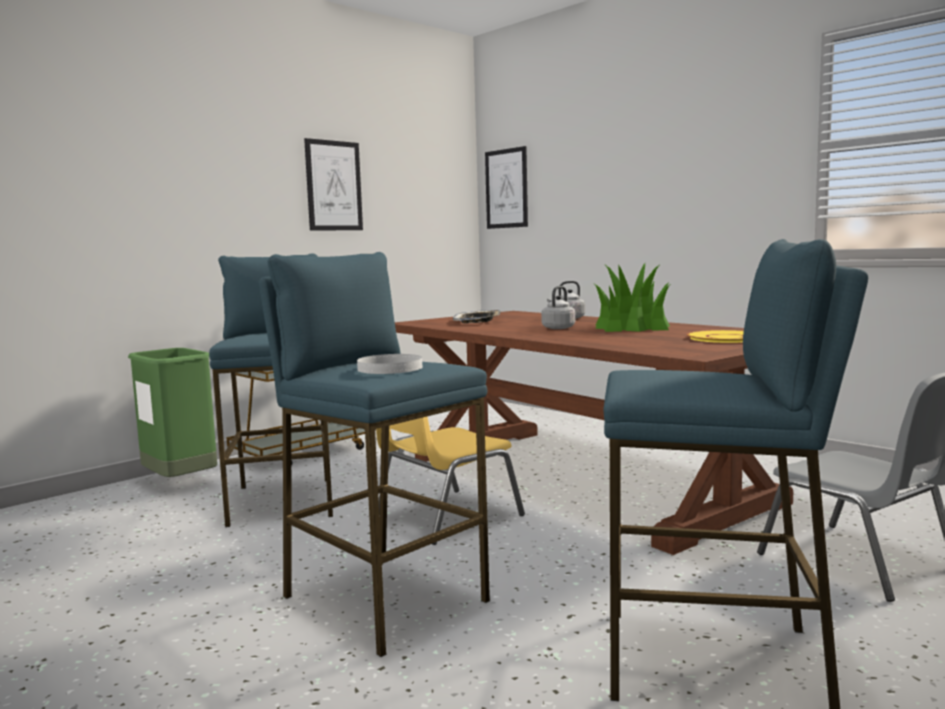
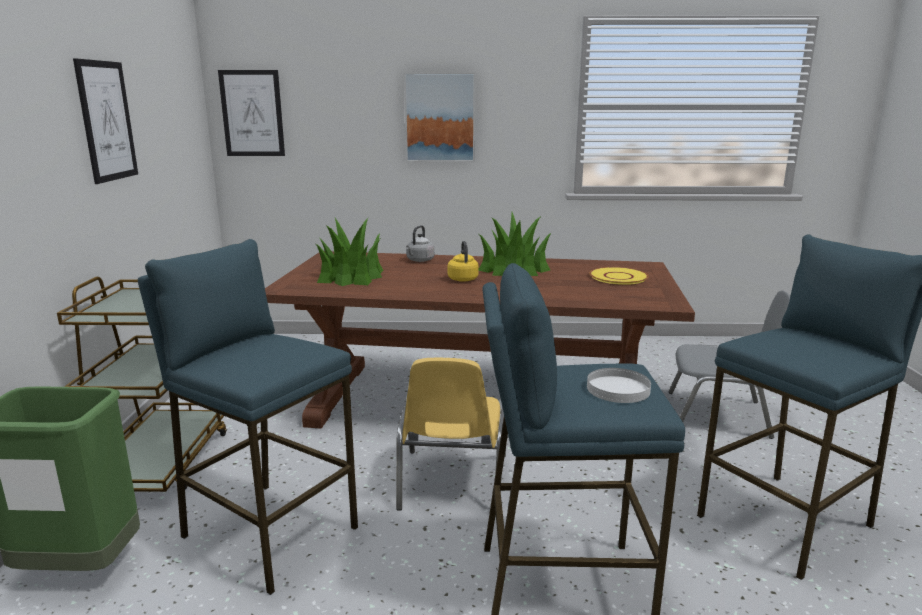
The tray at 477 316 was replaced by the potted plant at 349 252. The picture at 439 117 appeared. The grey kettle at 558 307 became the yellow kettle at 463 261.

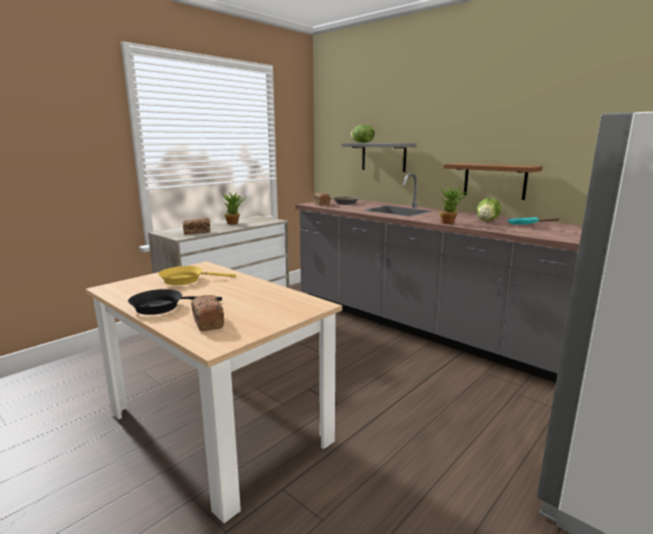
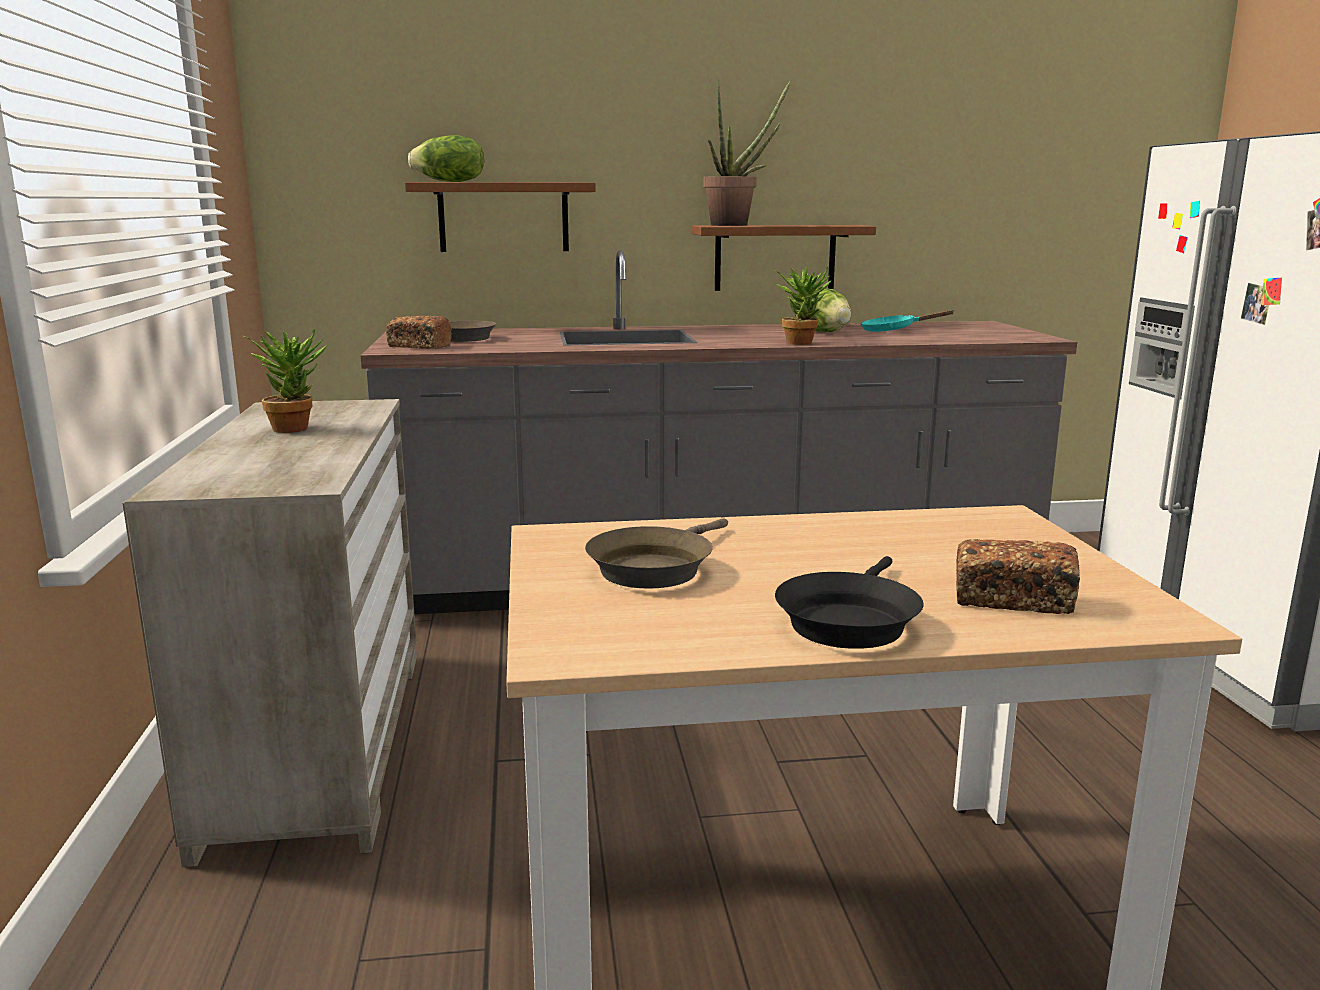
The grey shelf at 379 157 became the brown shelf at 500 217. The yellow frying pan at 197 275 became the brown frying pan at 656 553. The potted plant at 746 153 appeared. The bread at 196 226 disappeared.

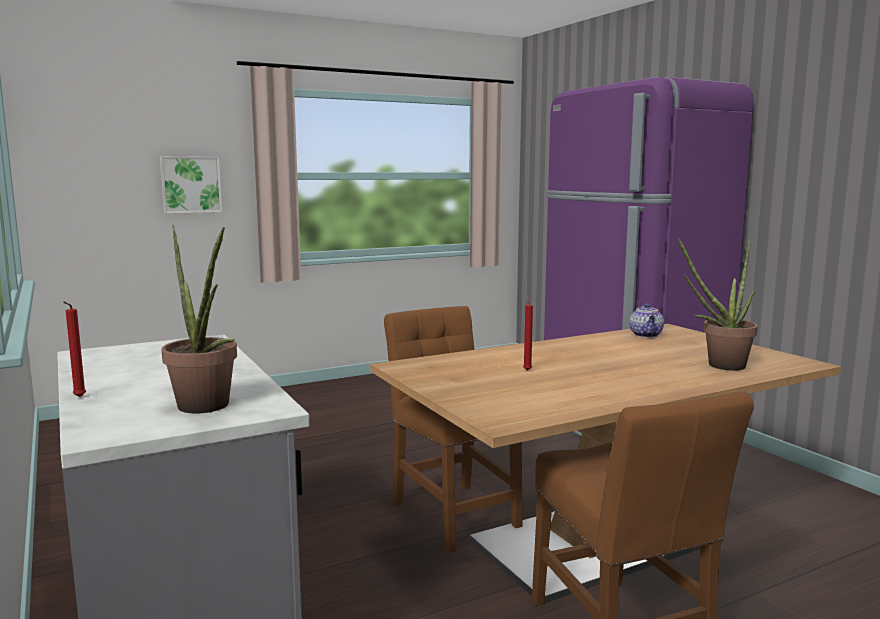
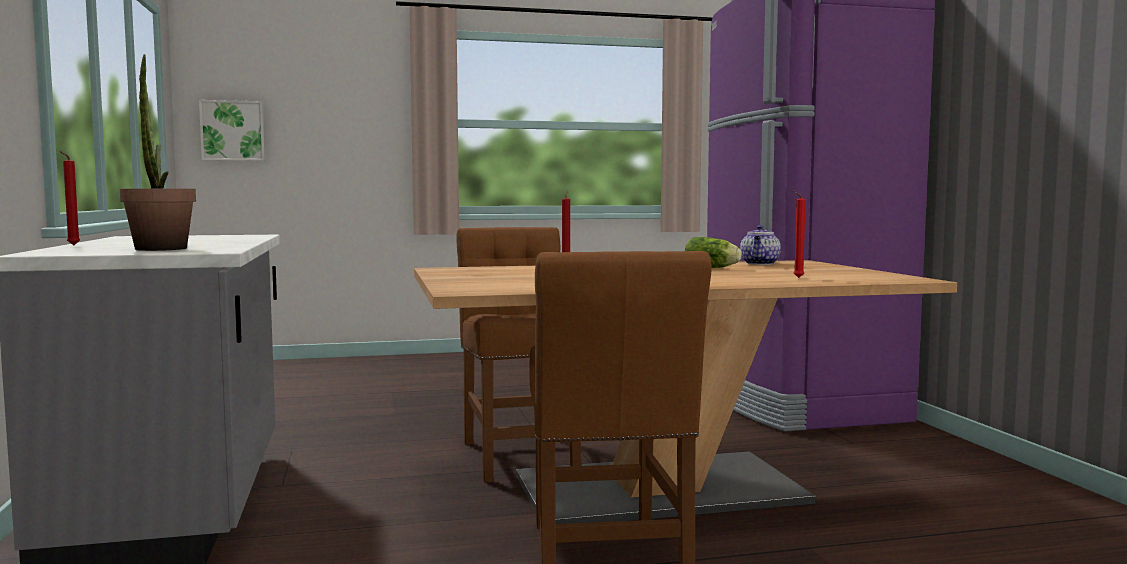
The picture moved from 191 185 to 232 130. The lettuce at 713 252 appeared. The potted plant at 718 304 was replaced by the red candle at 799 234.

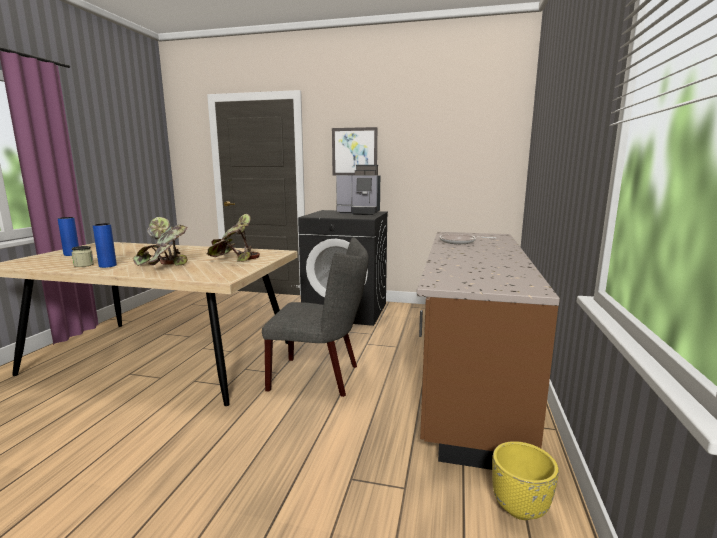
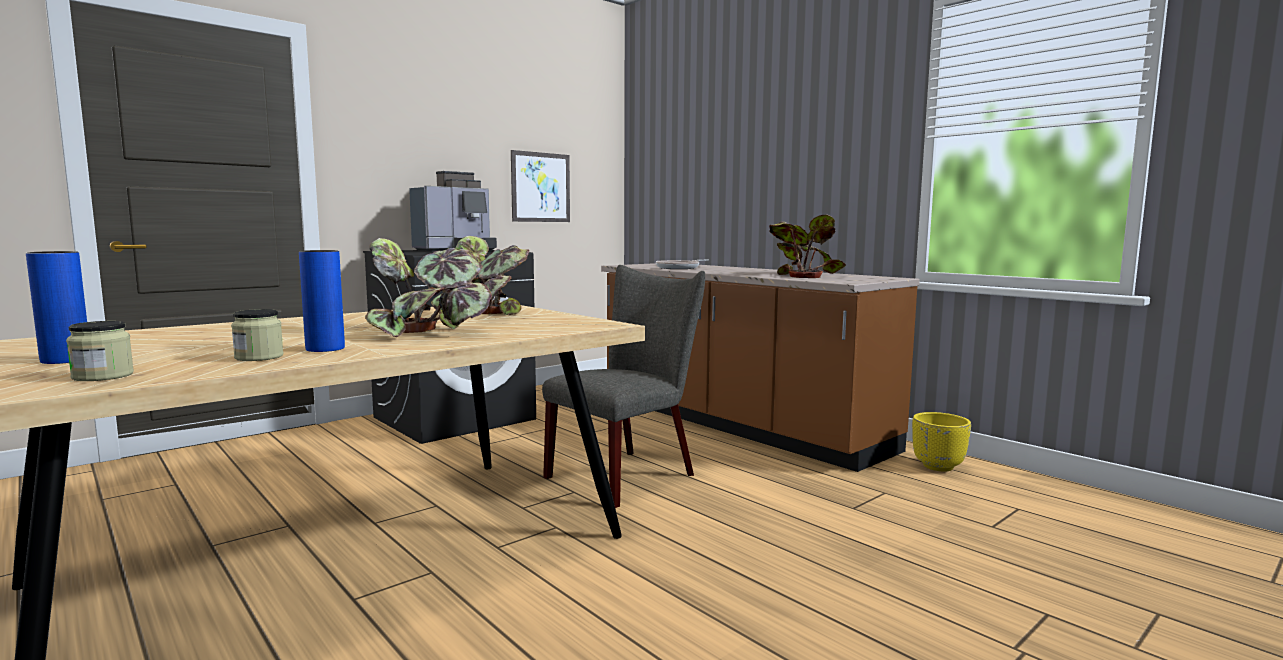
The jar at 100 351 appeared. The picture moved from 354 151 to 540 186. The potted plant at 807 246 appeared.

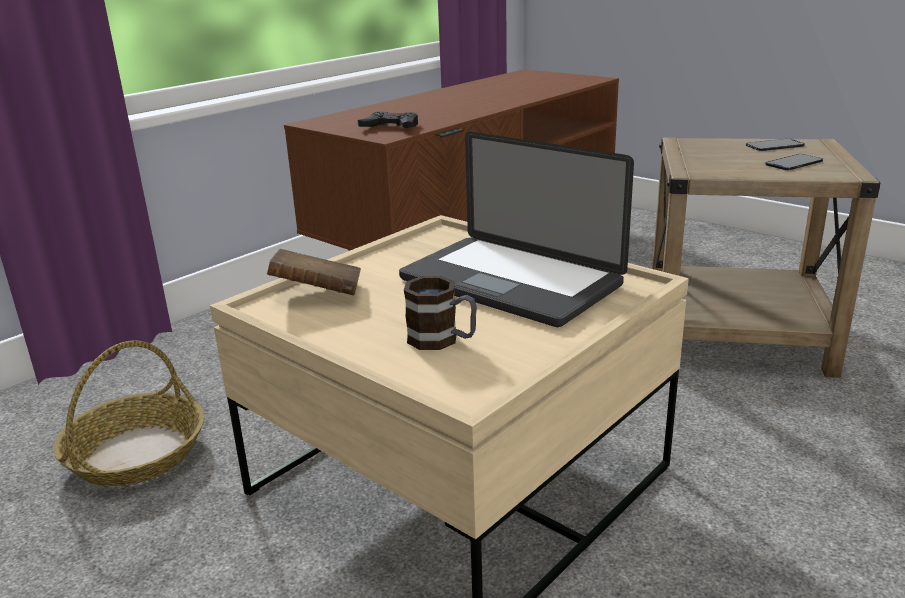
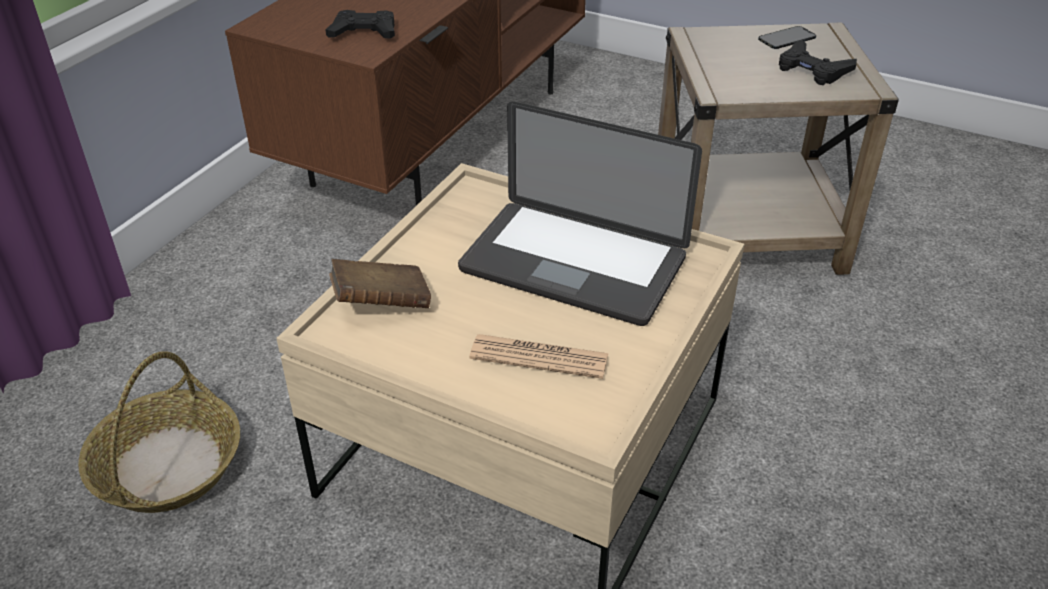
The mug at 440 313 was replaced by the newspaper at 539 356. The phone at 794 162 was replaced by the black game controller at 818 62.

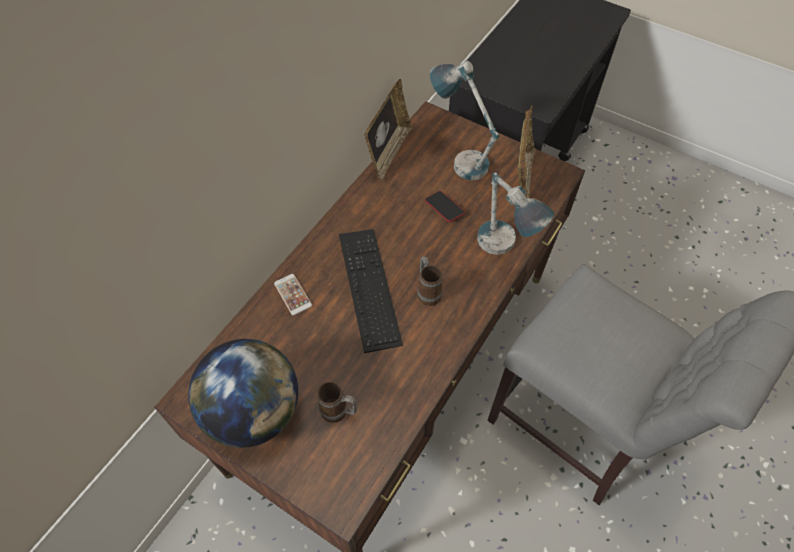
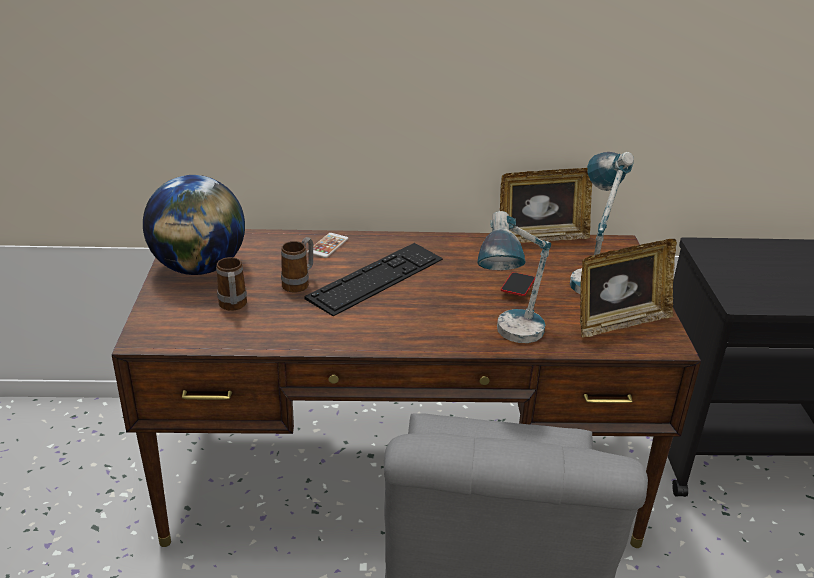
The mug moved from 430 281 to 297 265.

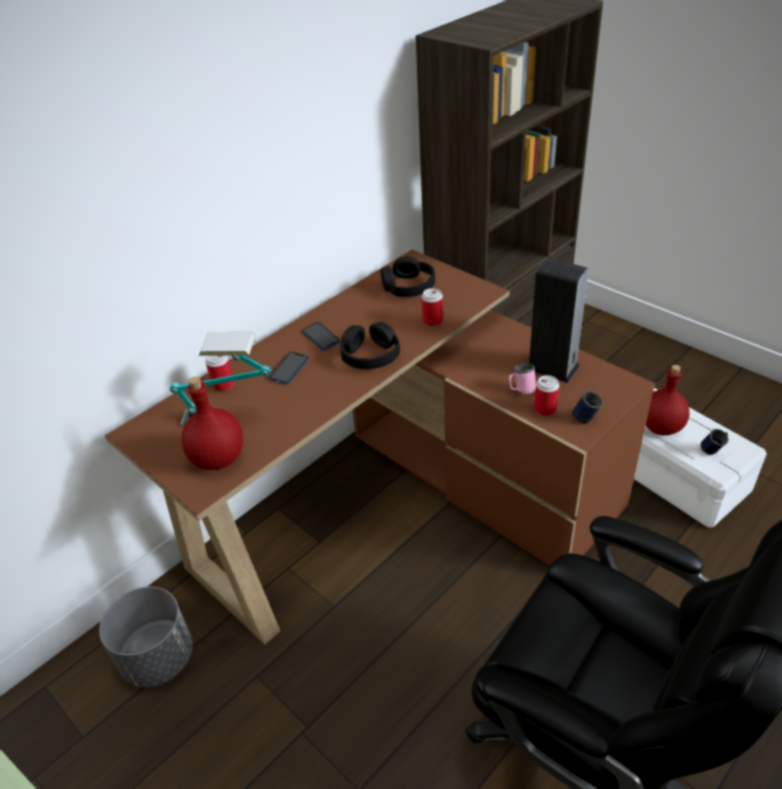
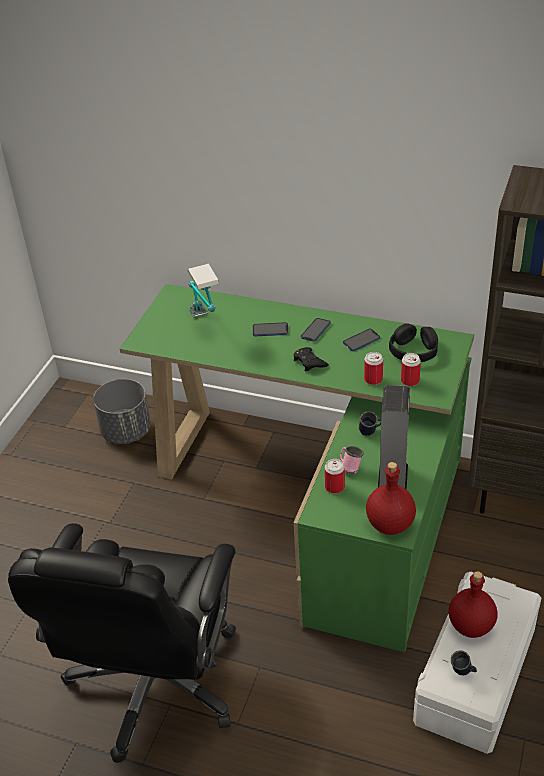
The brown desk at 380 447 became the green desk at 297 468. The black headphones at 370 345 was replaced by the black game controller at 311 359. The phone at 361 340 appeared. The blue mug moved from 587 407 to 370 423. The red bottle moved from 212 423 to 391 498. The can moved from 220 373 to 411 369.

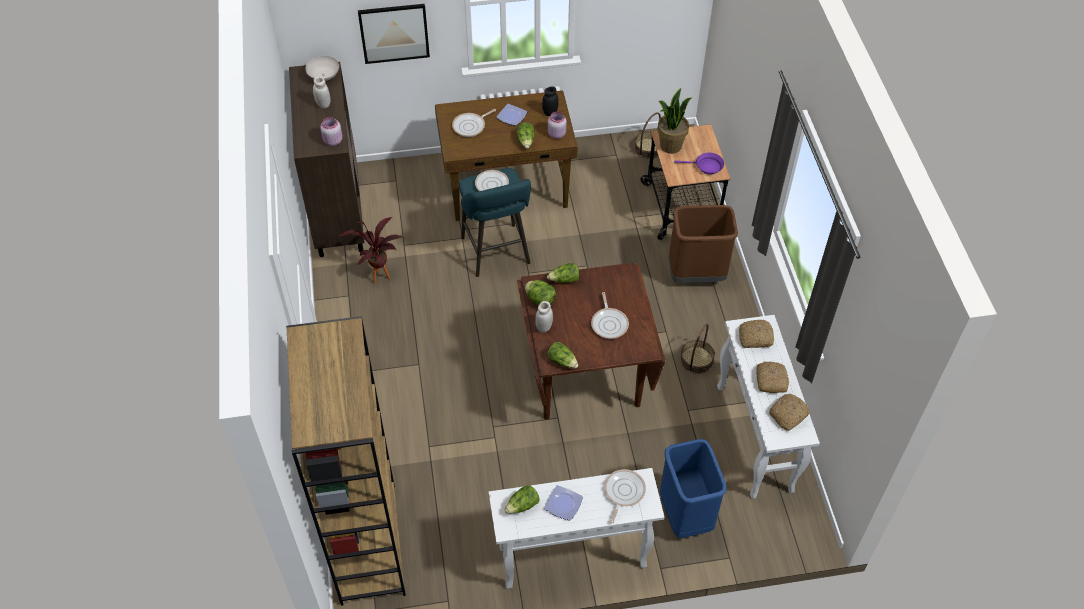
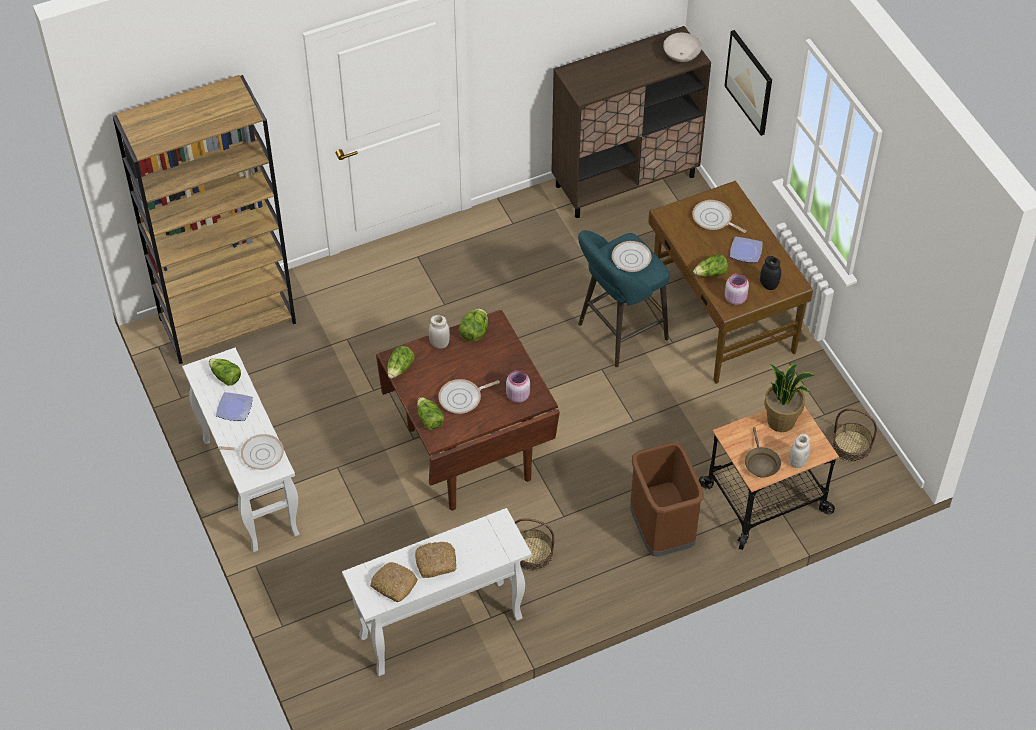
The lettuce moved from 563 273 to 430 413. The pink jar moved from 331 131 to 518 386. The purple frying pan at 699 163 became the brown frying pan at 763 452. The white jar moved from 322 93 to 800 451. The potted plant at 370 250 disappeared. The blue trash can at 693 488 disappeared. The bread at 756 334 disappeared.

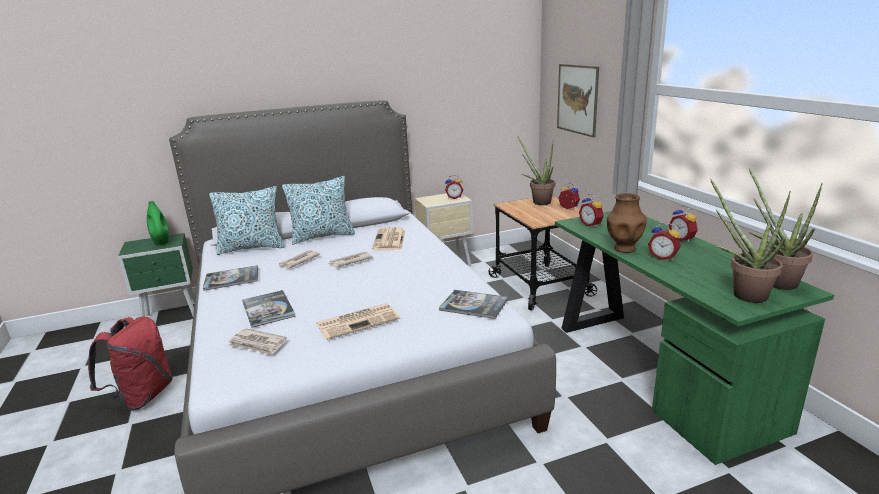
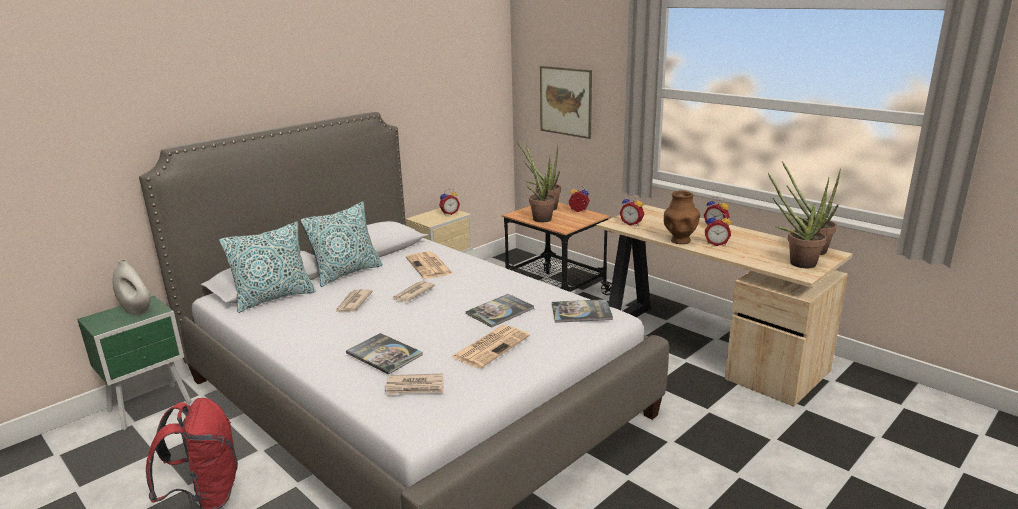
The green vase at 158 223 became the white vase at 132 287. The book moved from 230 278 to 500 310. The potted plant at 541 184 appeared. The green desk at 694 338 became the beige desk at 724 306.

